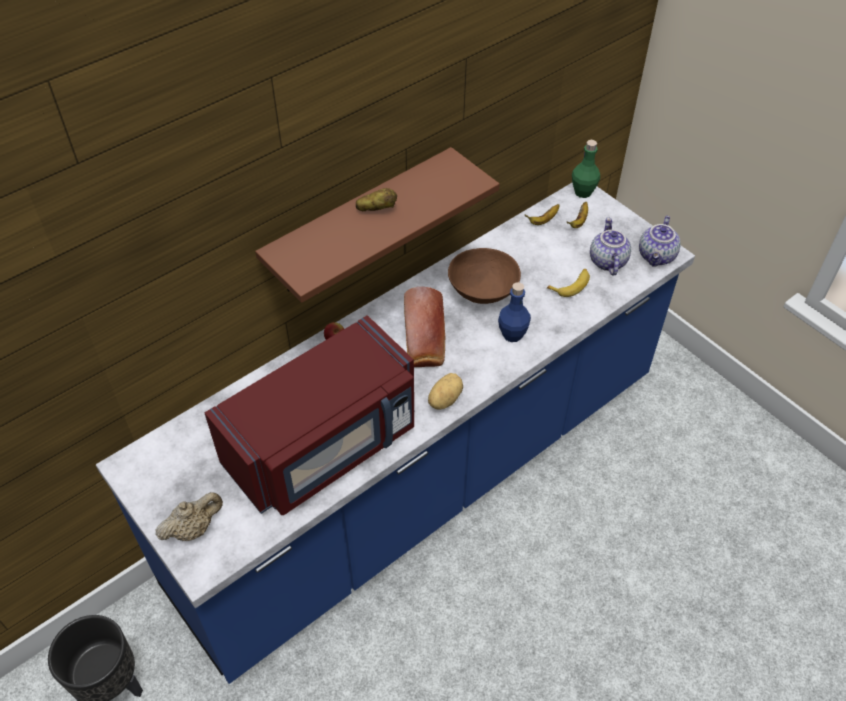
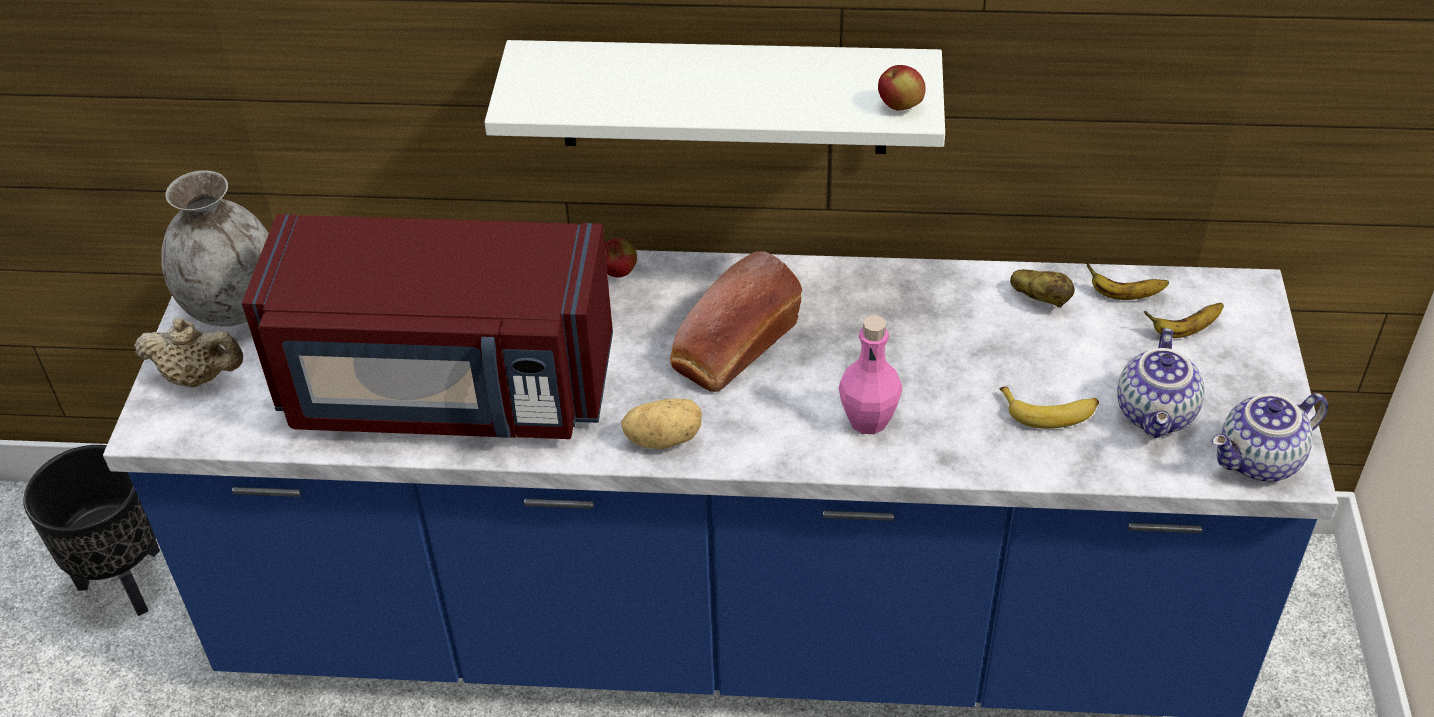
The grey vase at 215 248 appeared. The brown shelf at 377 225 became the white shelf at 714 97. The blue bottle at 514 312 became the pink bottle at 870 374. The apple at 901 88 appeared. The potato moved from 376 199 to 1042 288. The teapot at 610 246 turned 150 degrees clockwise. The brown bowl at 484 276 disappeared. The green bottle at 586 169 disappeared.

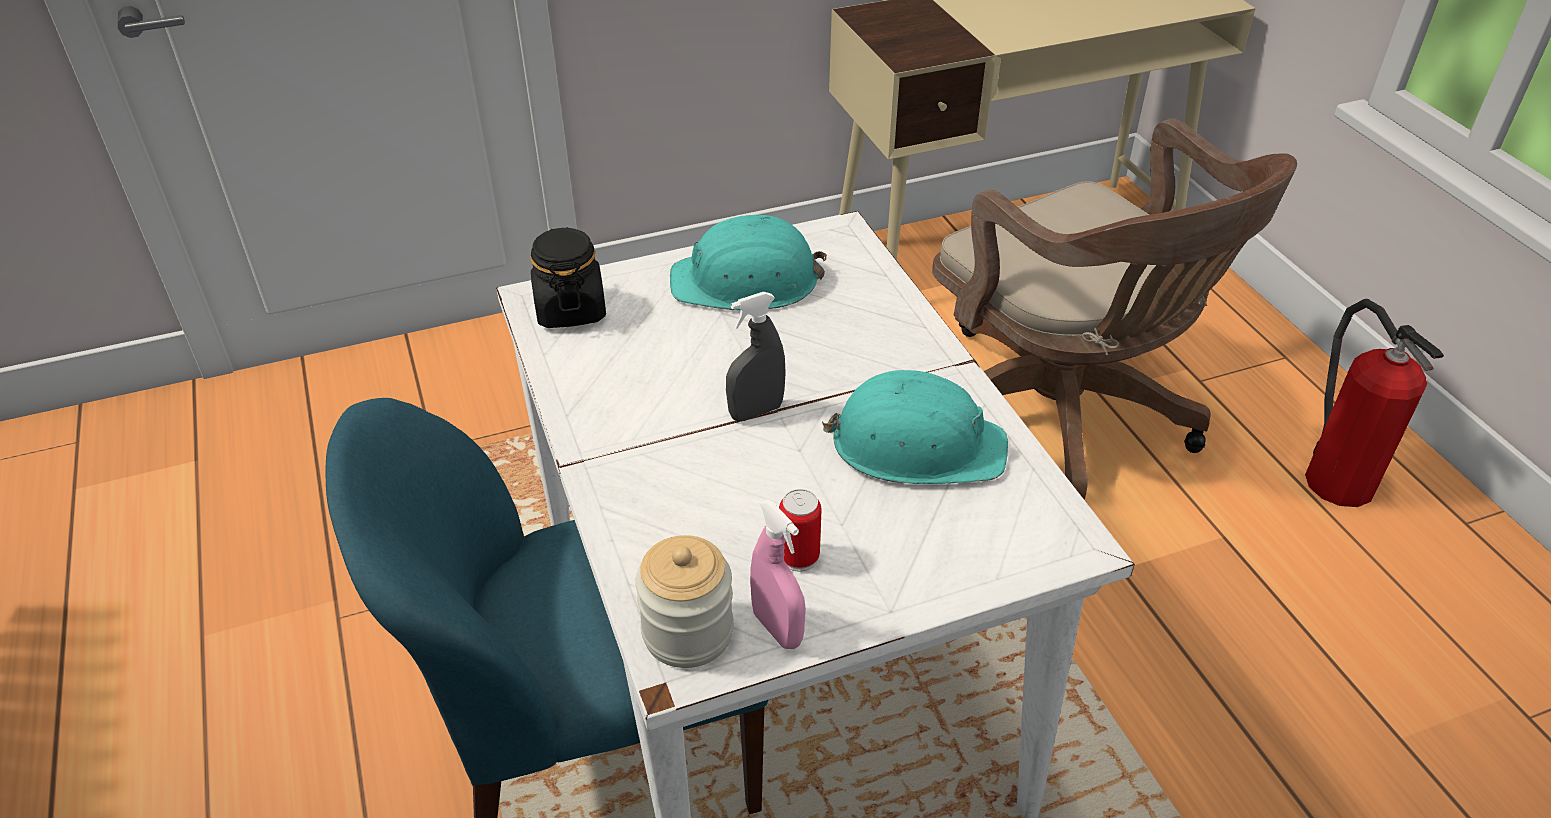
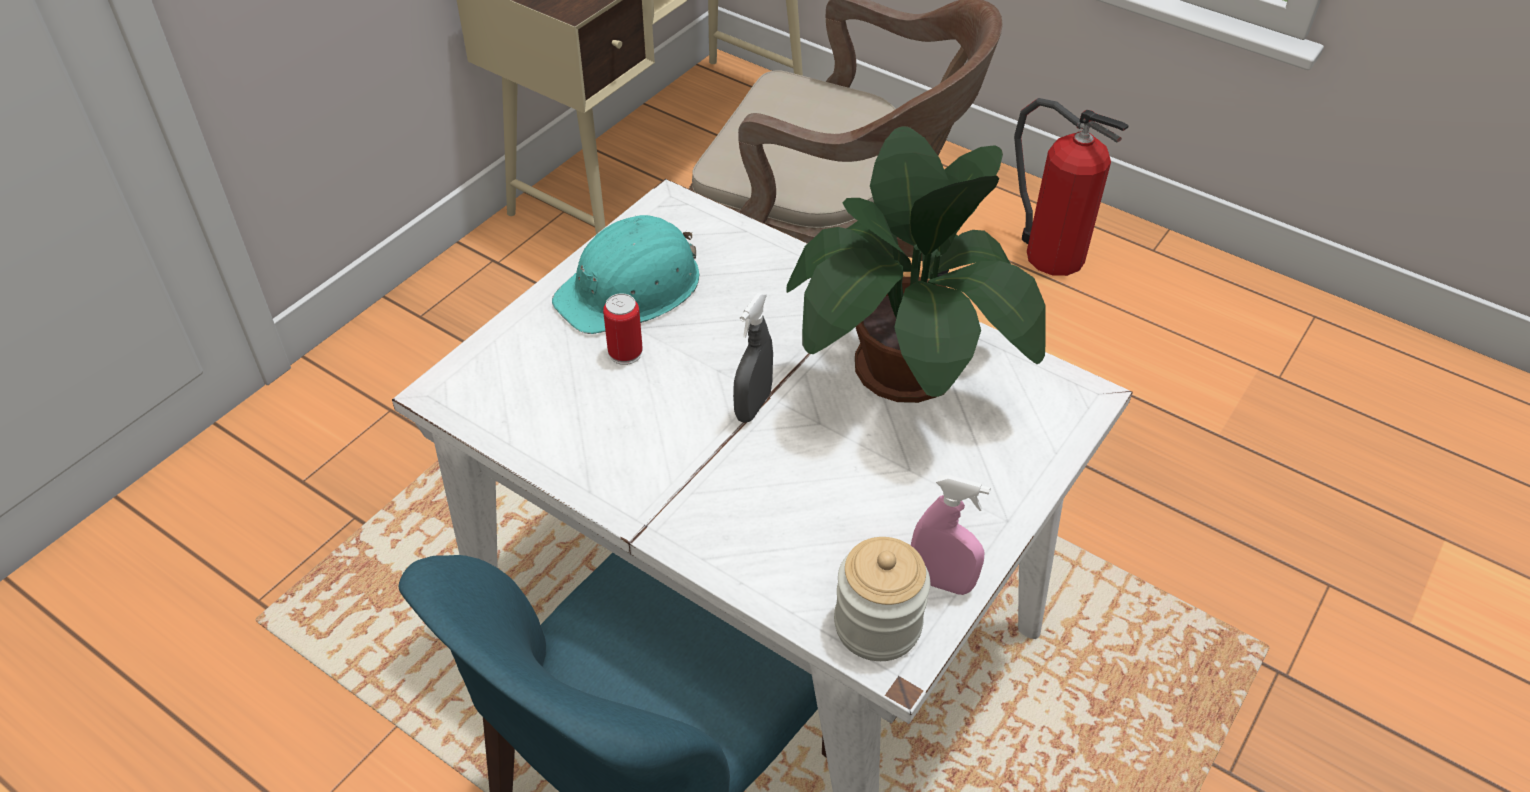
The can moved from 800 530 to 623 329. The turquoise hard hat at 915 427 was replaced by the potted plant at 916 264. The black jar at 568 277 disappeared.

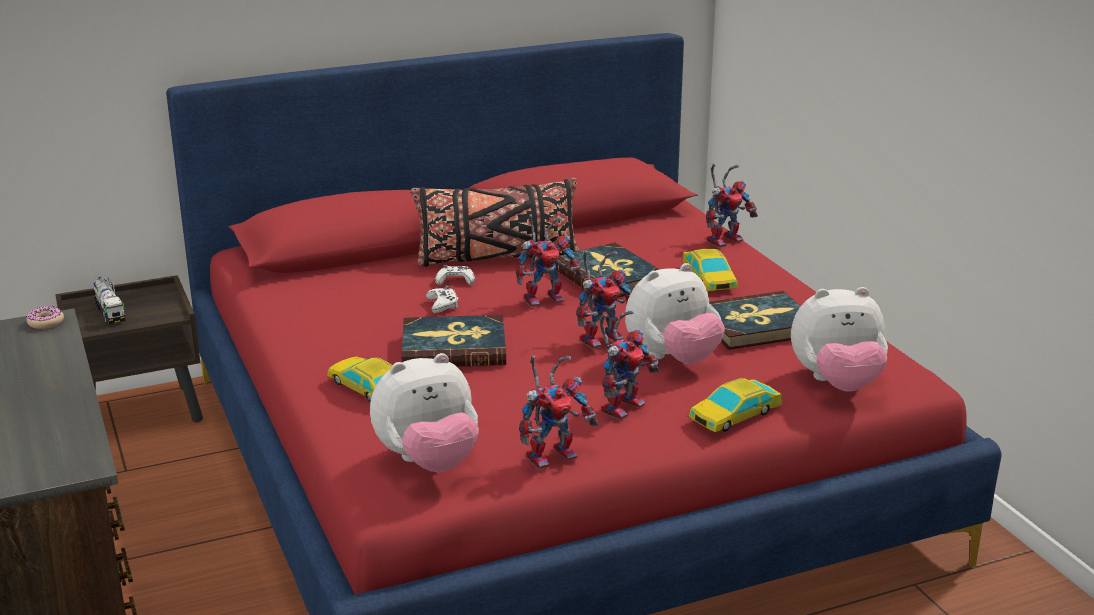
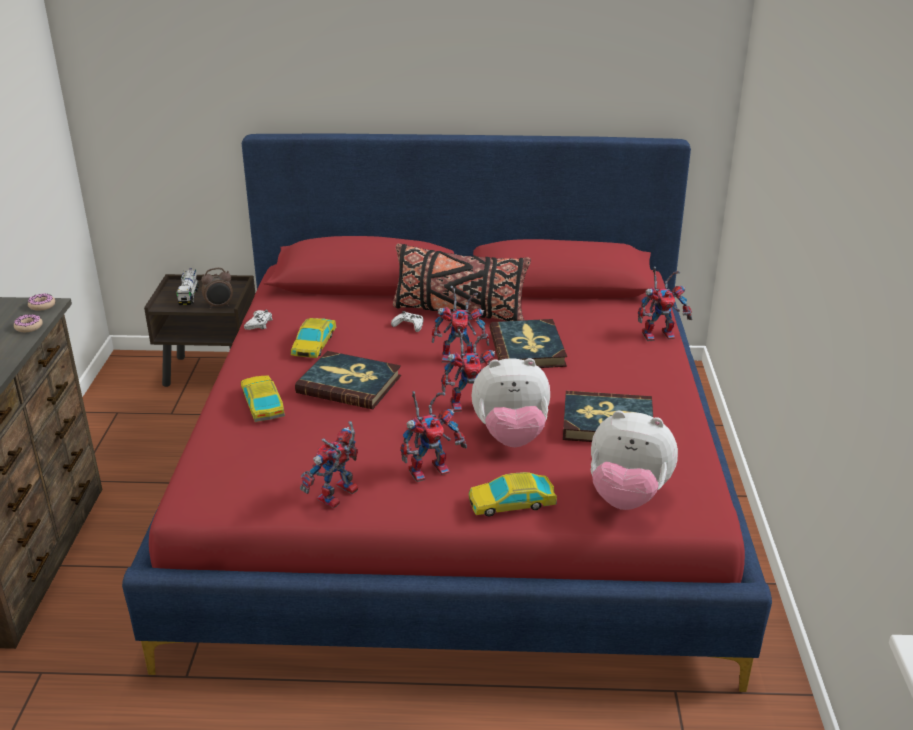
The donut at 28 323 appeared. The alarm clock at 217 288 appeared. The white game controller moved from 442 299 to 258 320. The toy car moved from 710 270 to 313 338. The toy robot at 558 412 turned 135 degrees clockwise. The plush toy at 424 412 disappeared.

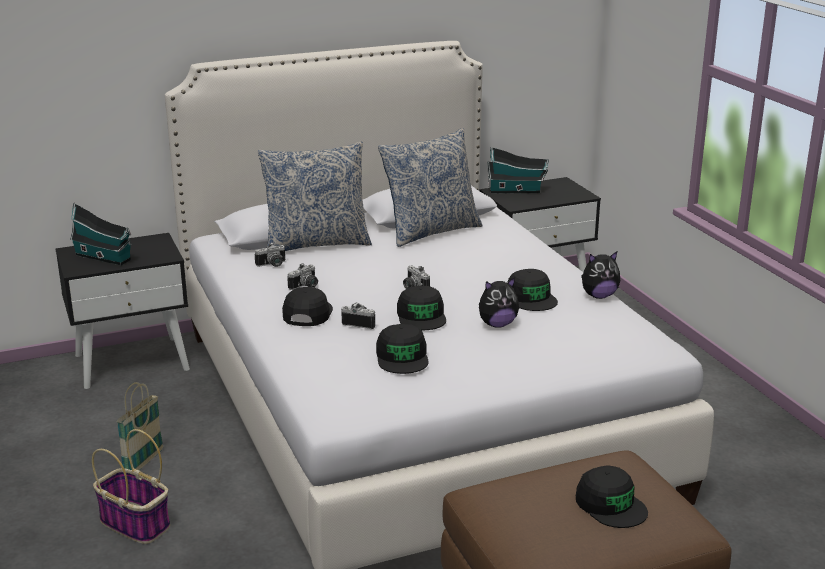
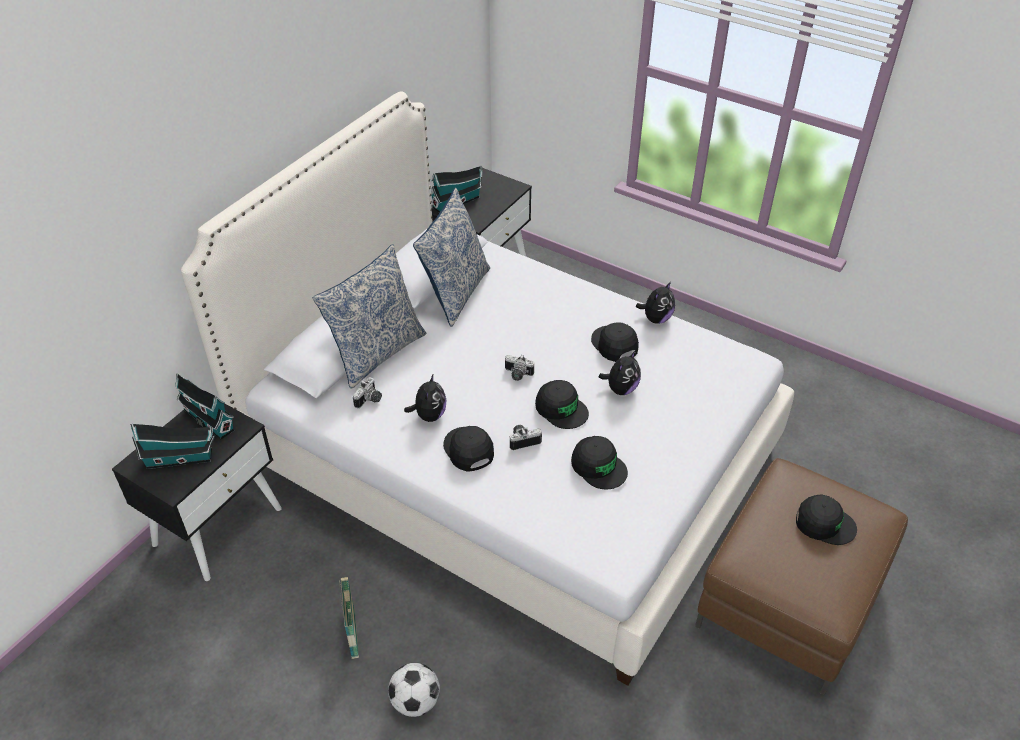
The toy house at 204 406 appeared. The basket at 131 486 was replaced by the football at 414 690. The photo camera at 302 276 was replaced by the plush toy at 425 397. The black cap at 532 290 turned 150 degrees counterclockwise.

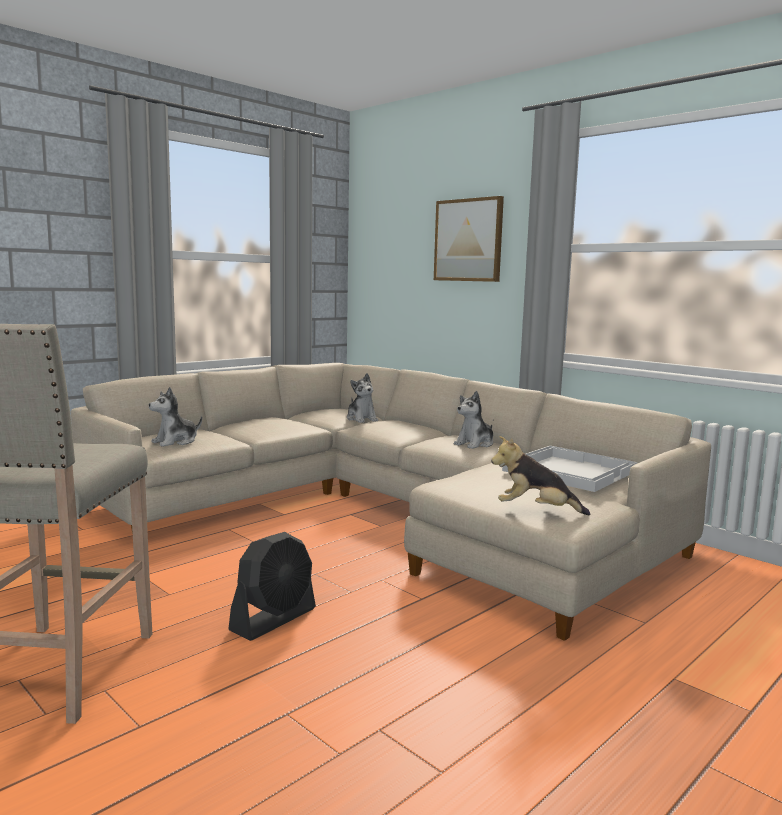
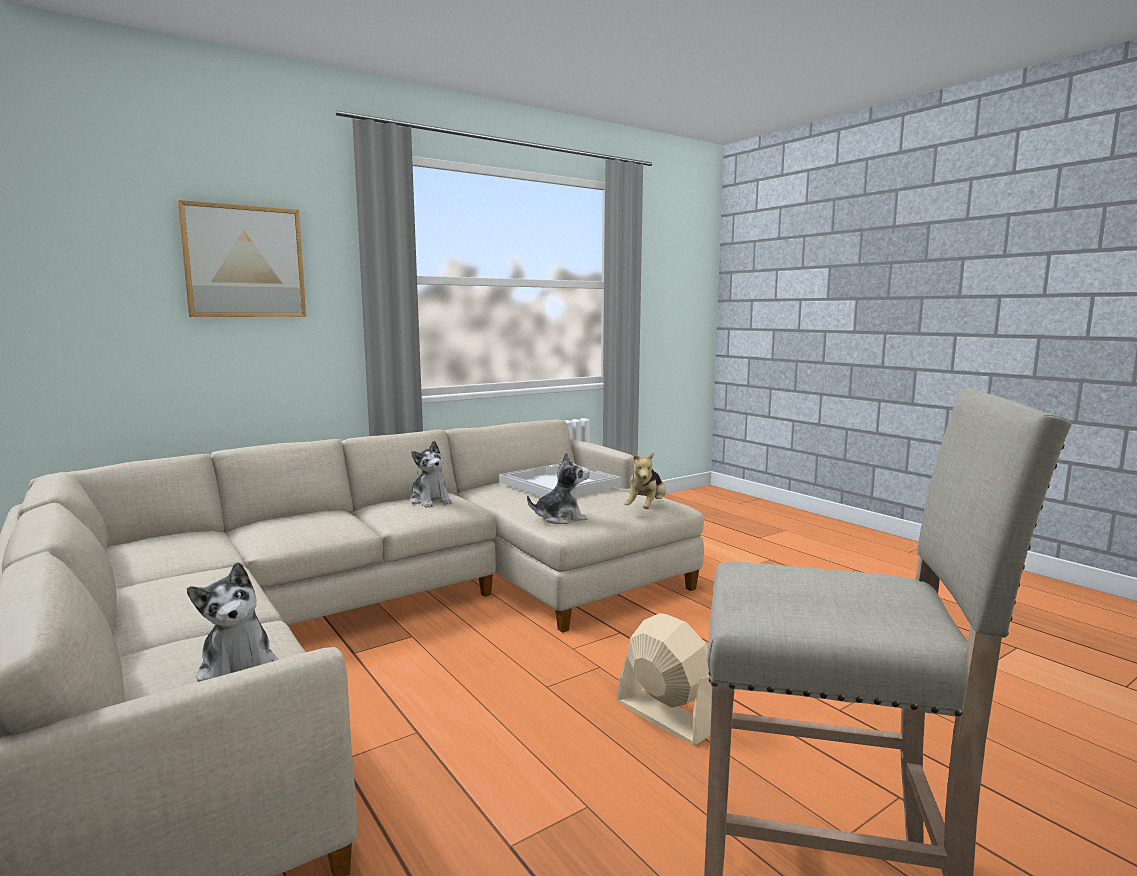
The plush toy moved from 362 398 to 558 488. The black fan at 272 586 became the beige fan at 664 679.

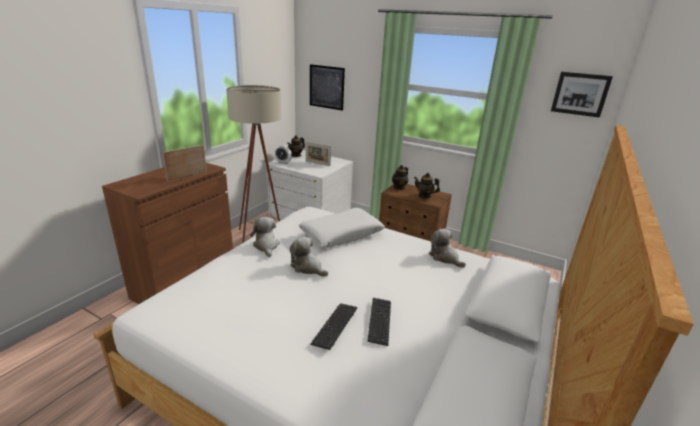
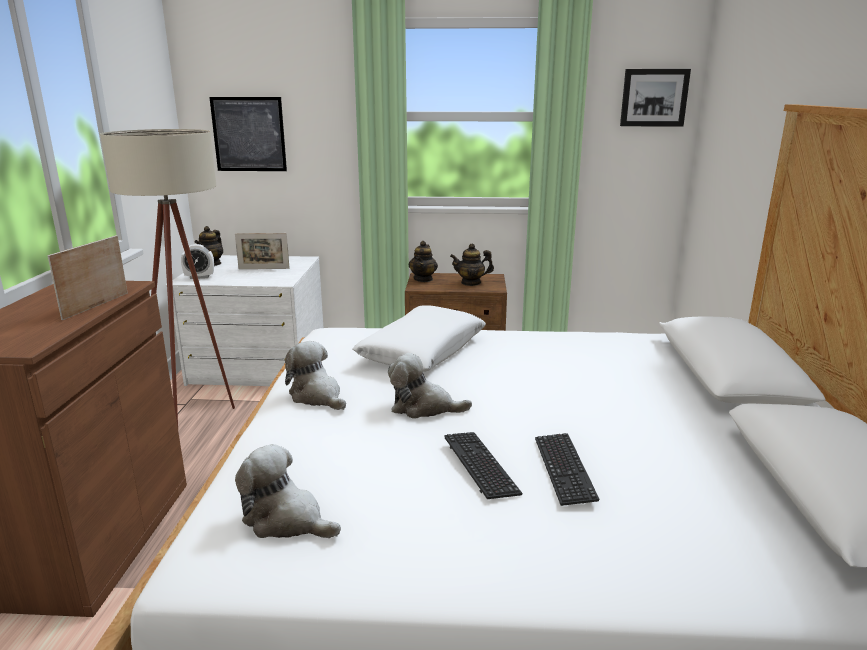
The plush toy moved from 447 248 to 288 491. The keyboard moved from 379 322 to 483 465.

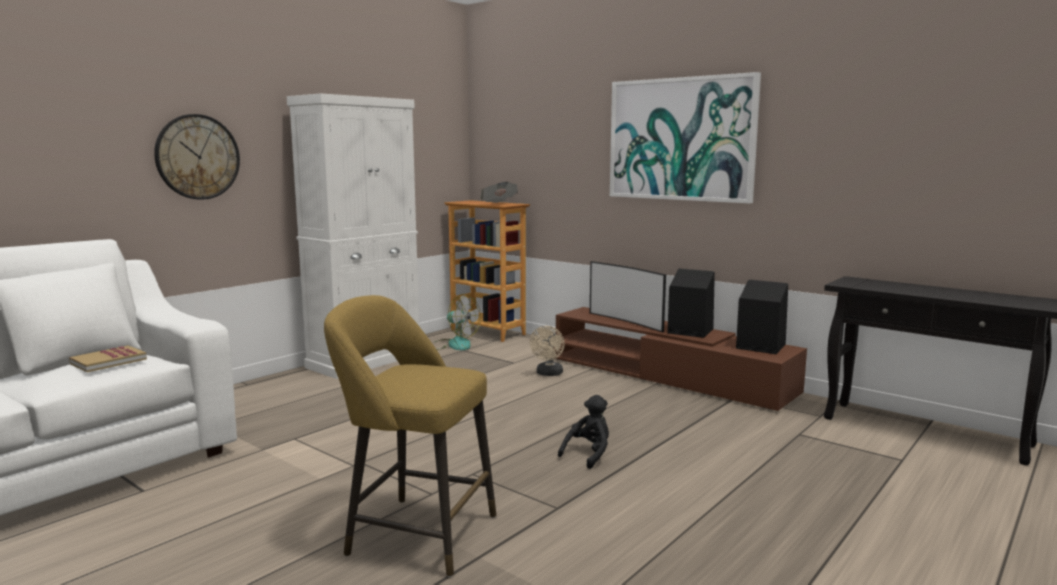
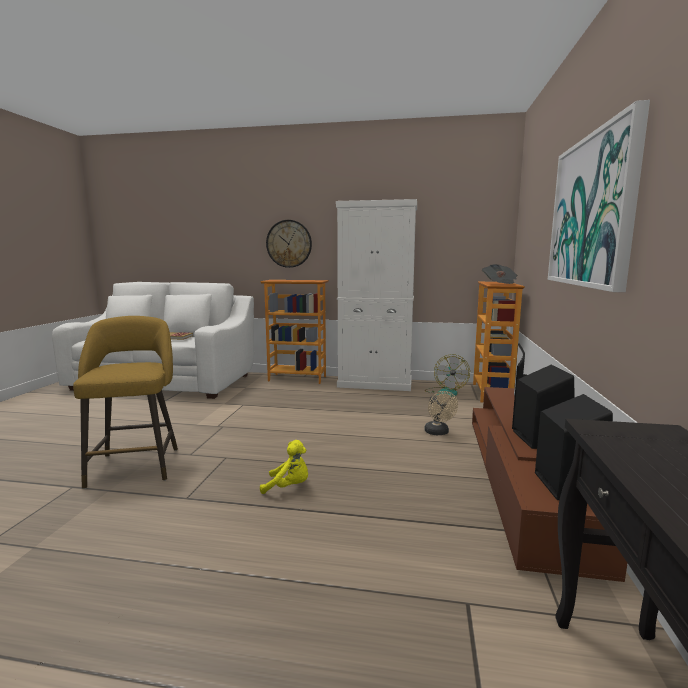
The bookcase at 294 332 appeared. The black plush toy at 583 432 became the yellow plush toy at 284 467. The beige fan at 547 351 turned 90 degrees counterclockwise.

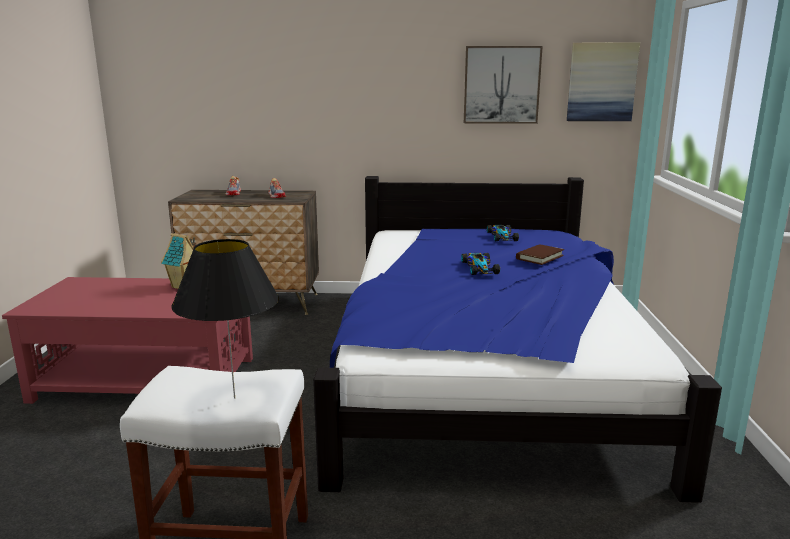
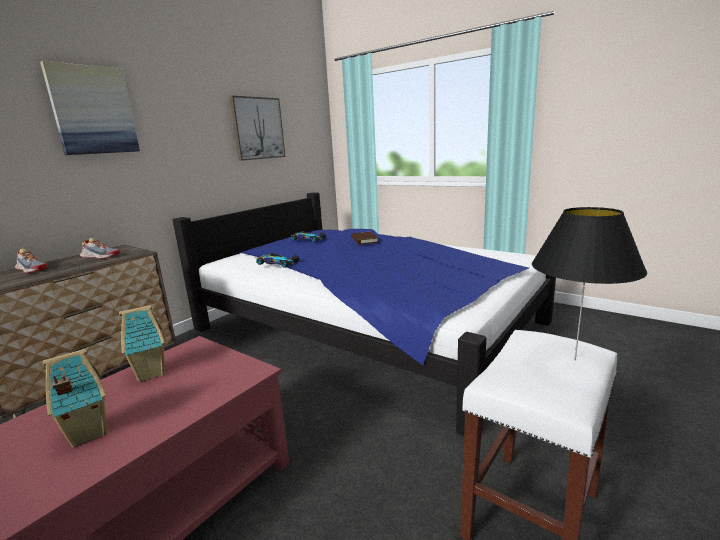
The picture moved from 603 82 to 90 108. The toy house at 74 398 appeared. The toy car moved from 480 264 to 277 260.

